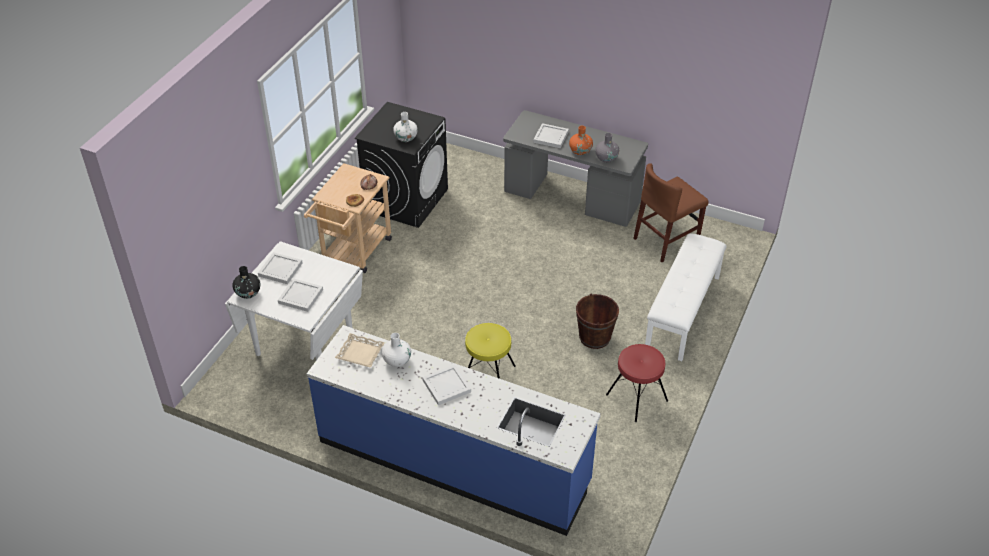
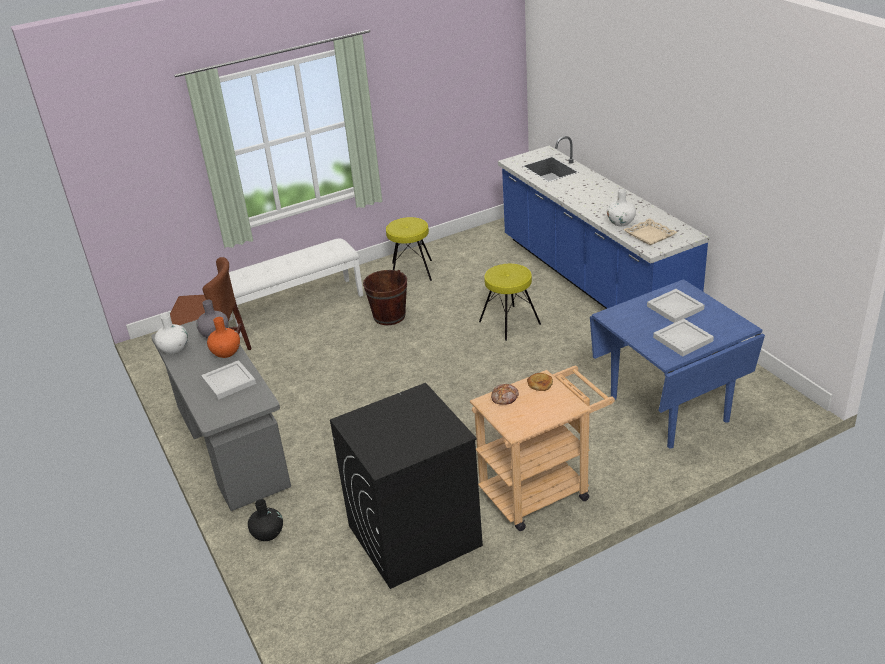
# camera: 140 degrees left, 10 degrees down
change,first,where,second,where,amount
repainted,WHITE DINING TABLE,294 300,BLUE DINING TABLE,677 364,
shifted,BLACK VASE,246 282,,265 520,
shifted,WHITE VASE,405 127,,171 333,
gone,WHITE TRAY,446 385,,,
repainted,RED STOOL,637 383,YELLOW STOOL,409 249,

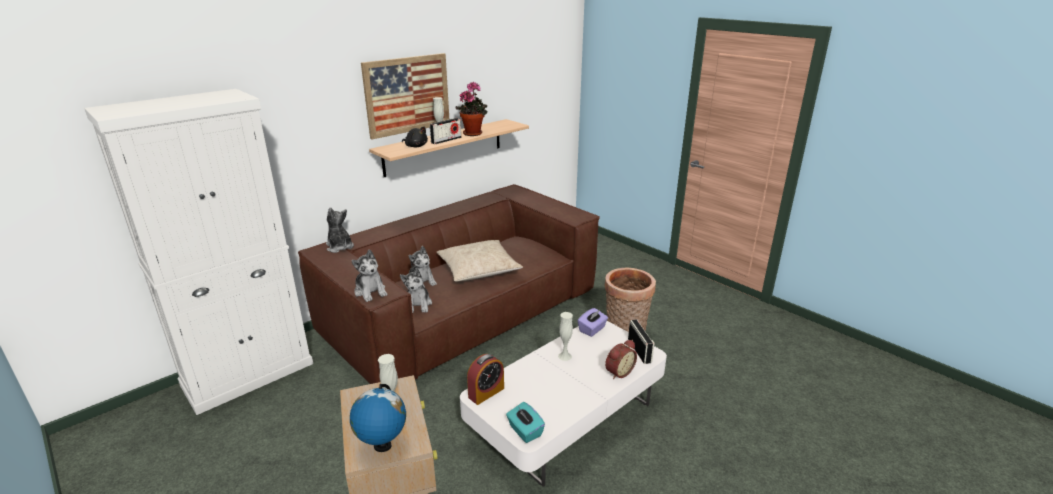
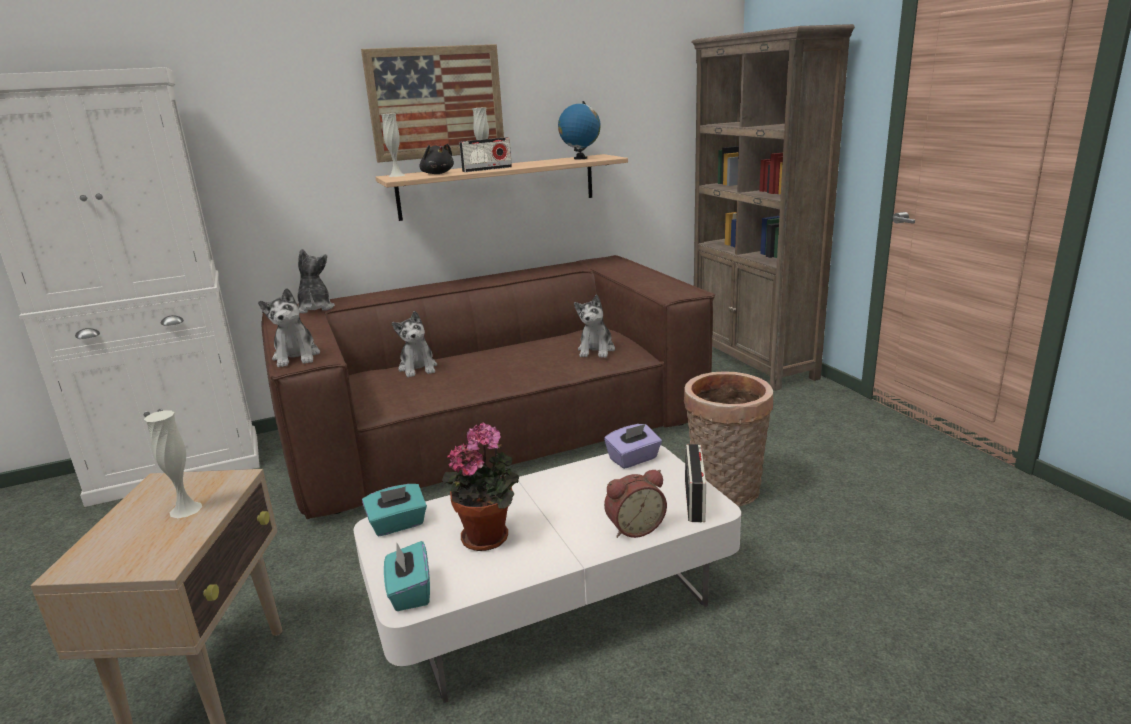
# camera: 20 degrees right, 5 degrees down
change,first,where,second,where,amount
shifted,GLOBE,378 418,,579 130,
shifted,PLUSH TOY,416 290,,594 326,
gone,BEIGE PILLOW,479 261,,,
shifted,POTTED PLANT,471 109,,480 486,
swapped,ALARM CLOCK,485 379,TURQUOISE TISSUE BOX,394 510,
shifted,WHITE VASE,565 336,,393 145,
new,,,BROWN BOOKCASE,773 207,

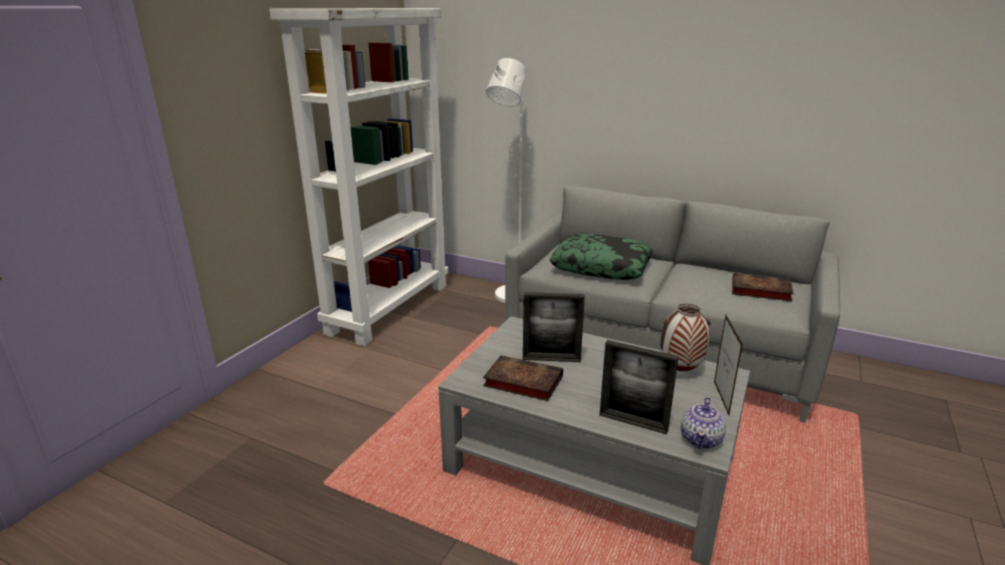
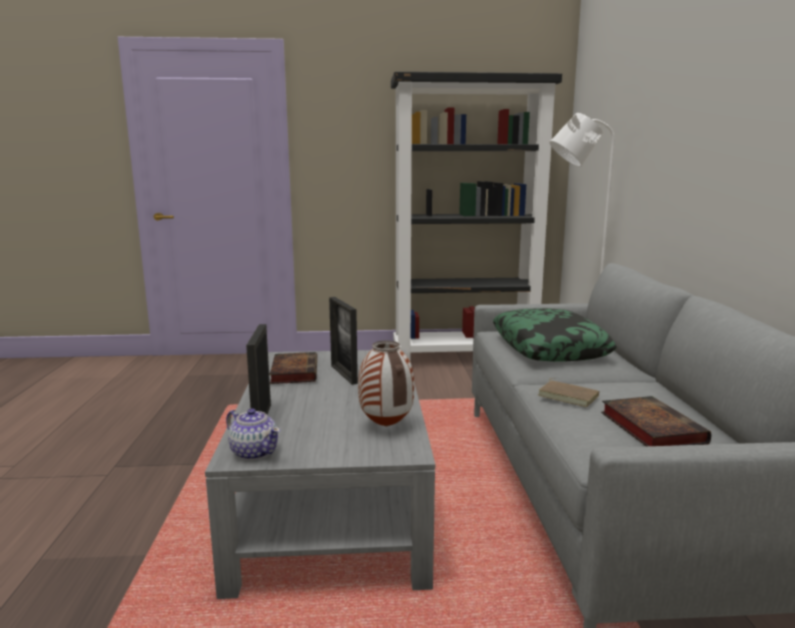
# camera: 60 degrees right, 10 degrees down
change,first,where,second,where,amount
repainted,WHITE BOOKCASE,358 177,BLACK BOOKCASE,476 216,
rotated,TEAPOT,703 423,,253 434,135 degrees counterclockwise
gone,PICTURE FRAME,728 365,,,
new,,,BROWN BOOK,568 392,

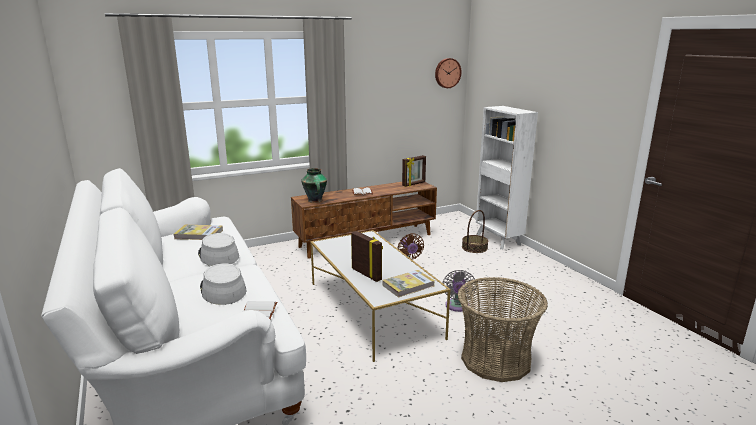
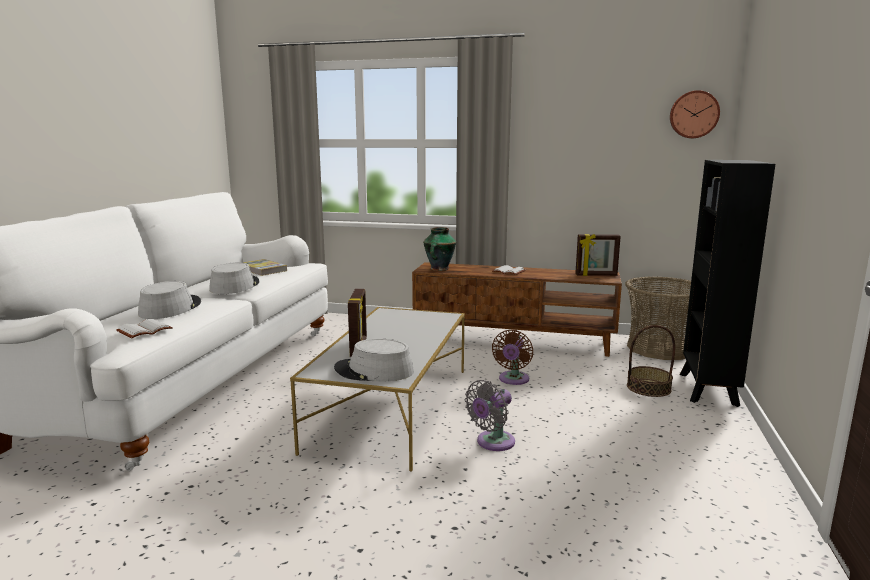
# camera: 40 degrees right, 5 degrees down
change,first,where,second,where,amount
swapped,BOOK,409 284,GREY HAT,374 360,
shifted,BASKET,502 329,,658 318,
repainted,WHITE BOOKCASE,507 177,BLACK BOOKCASE,727 283,

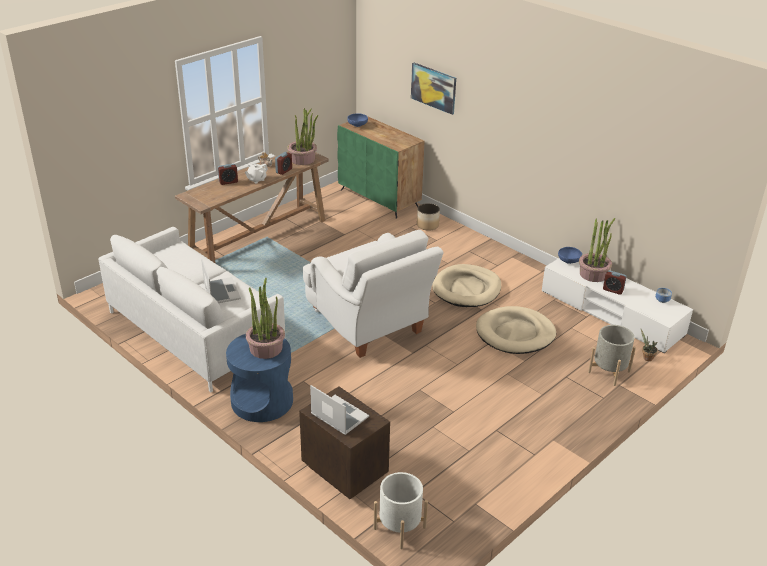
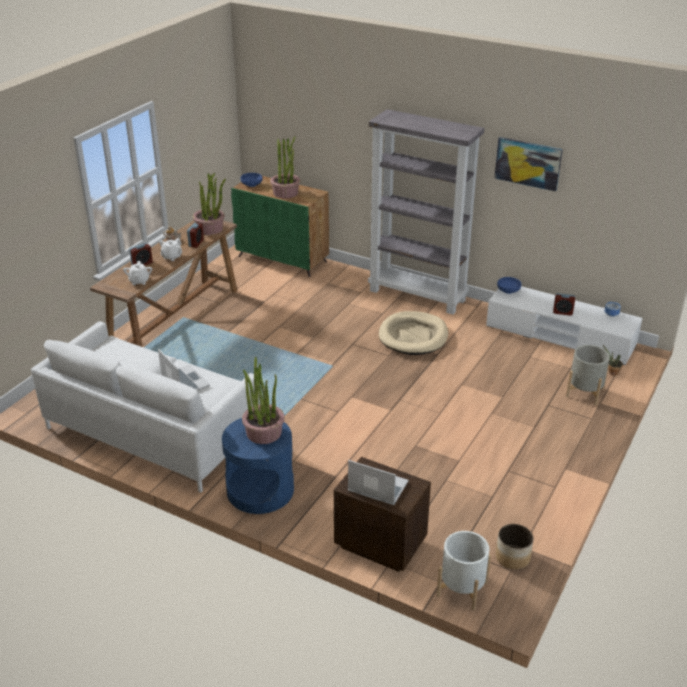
# camera: 15 degrees left, 0 degrees up
change,first,where,second,where,amount
gone,WHITE ARMCHAIR,373 294,,,
shifted,PICTURE,433 89,,528 164,
shifted,PLANTER,428 217,,514 547,
gone,BEIGE DOG BED,516 330,,,
shifted,POTTED PLANT,597 250,,285 167,
new,,,WHITE TEAPOT,137 273,
new,,,GREY BOOKCASE,426 212,

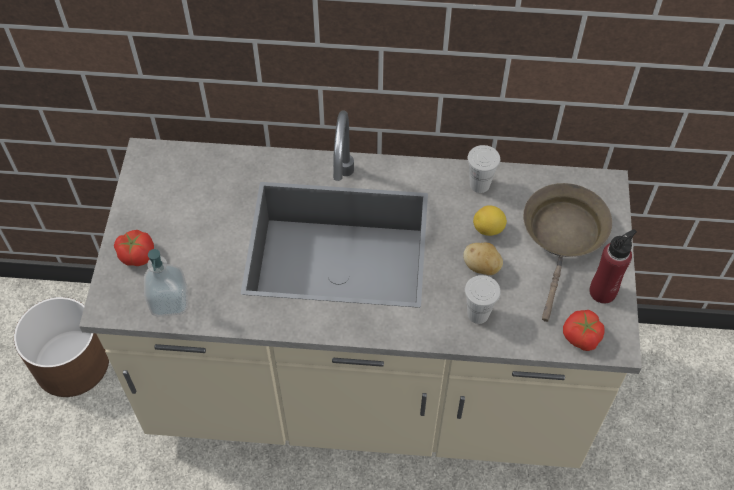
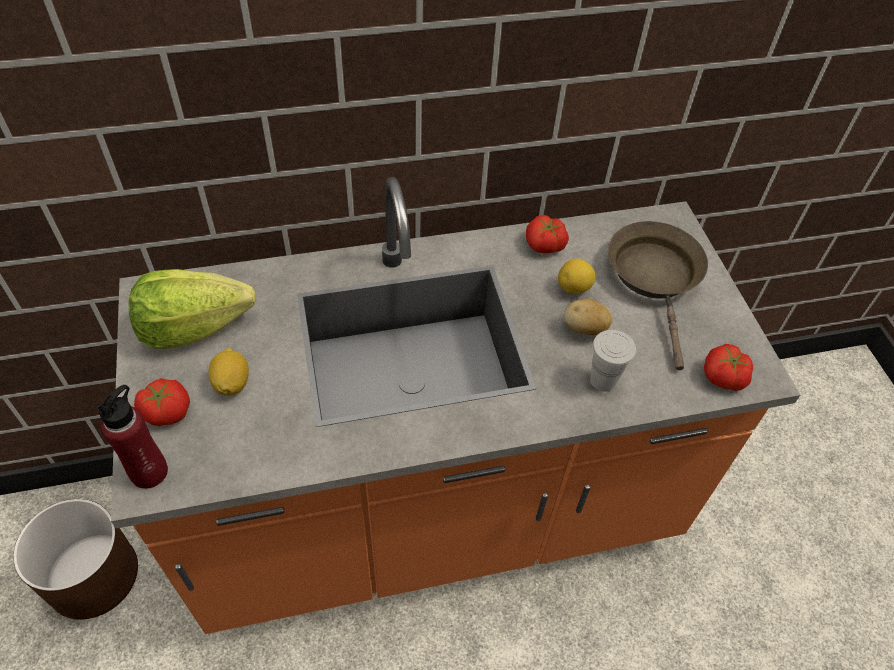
# camera: 20 degrees left, 5 degrees down
change,first,where,second,where,amount
repainted,BEIGE COUNTER,360 289,ORANGE COUNTER,455 405,
gone,SOAP DISPENSER,166 283,,,
swapped,WHITE CUP,484 169,TOMATO,547 234,
shifted,RED BOTTLE,613 266,,132 437,
new,,,LETTUCE,192 309,
new,,,LEMON,228 372,

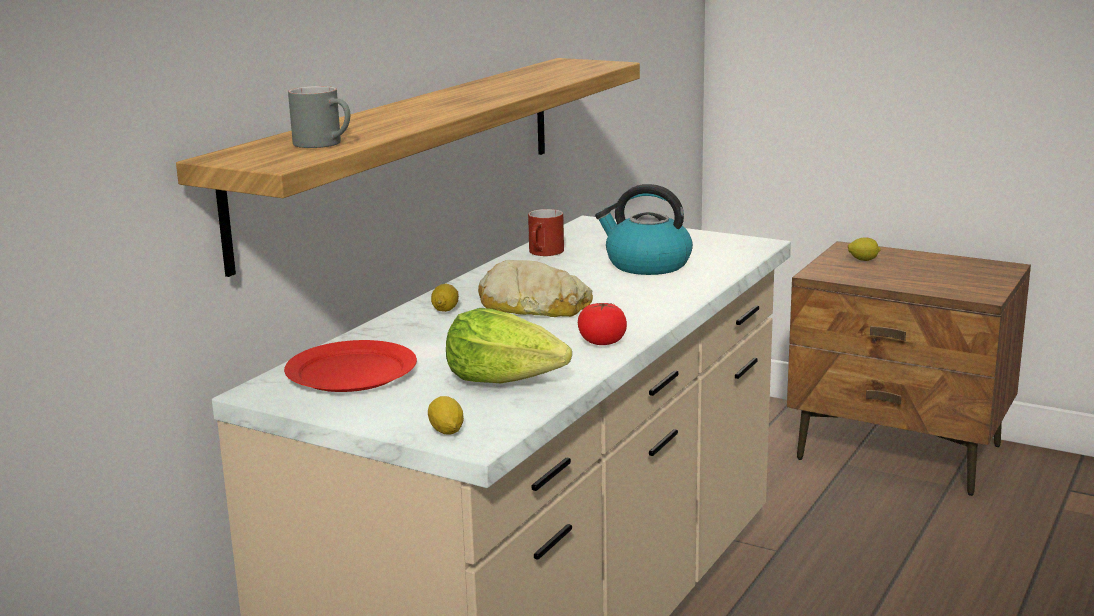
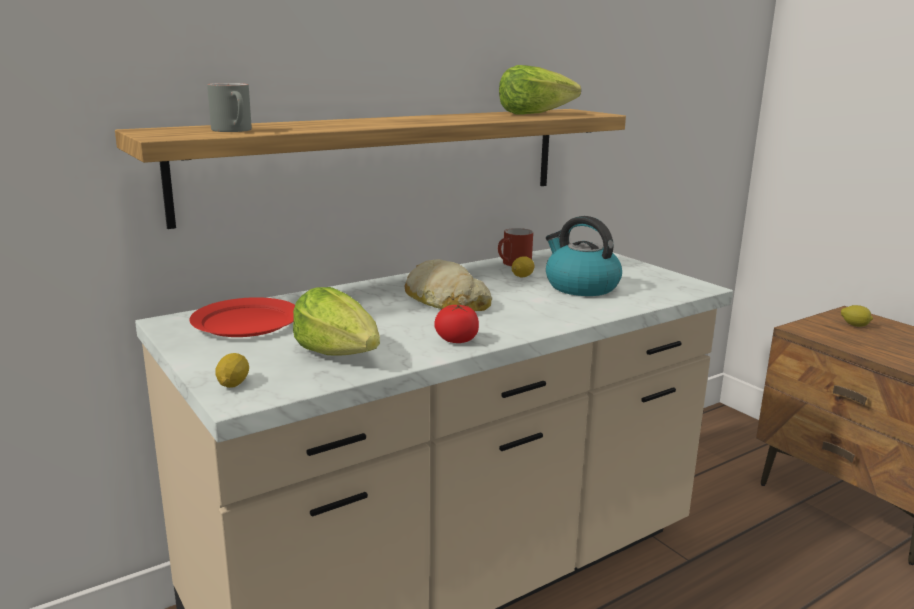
# camera: 25 degrees right, 0 degrees up
change,first,where,second,where,amount
shifted,LEMON,445 298,,523 267,
new,,,LETTUCE,540 90,

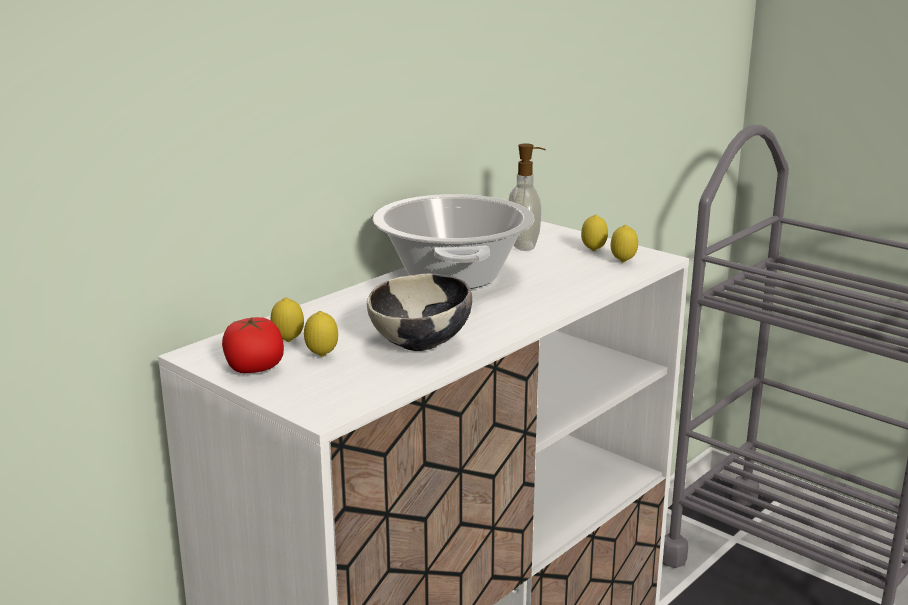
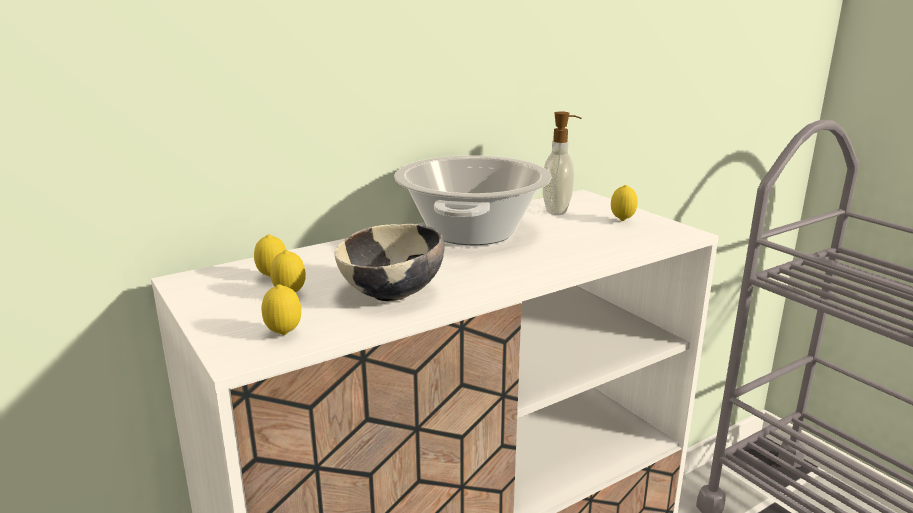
# camera: 15 degrees right, 0 degrees up
change,first,where,second,where,amount
gone,TOMATO,253 345,,,
shifted,LEMON,624 244,,281 309,

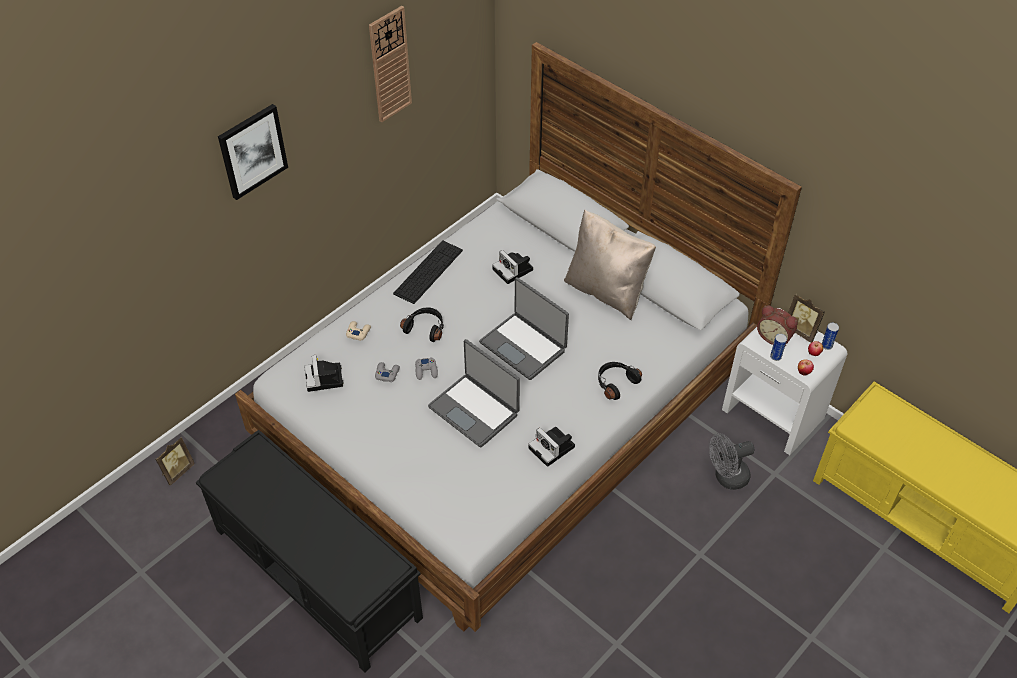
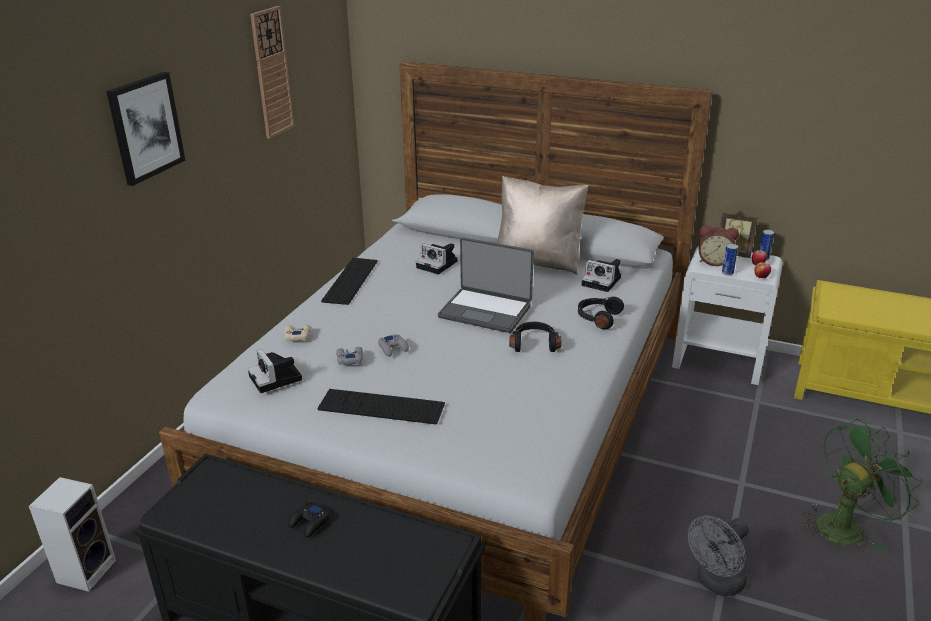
# camera: 20 degrees left, 20 degrees down
change,first,where,second,where,amount
swapped,PICTURE FRAME,175 461,SPEAKER,72 534,
shifted,BLACK HEADPHONES,422 324,,535 337,
gone,LAPTOP,474 393,,,
shifted,PHOTO CAMERA,551 447,,601 275,
shifted,GREY FAN,732 461,,718 555,
new,,,BLACK GAME CONTROLLER,309 519,
new,,,KEYBOARD,381 407,
new,,,GREEN FAN,862 484,

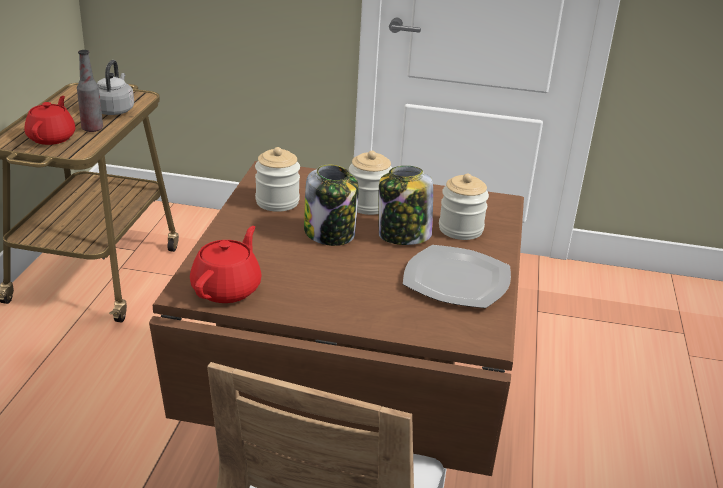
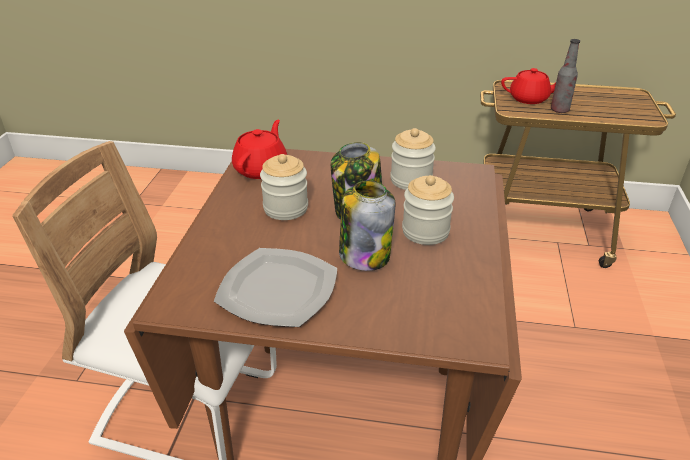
# camera: 90 degrees right, 5 degrees up
change,first,where,second,where,amount
gone,GREY KETTLE,115 87,,,
rotated,RED TEAPOT,226 264,,259 149,90 degrees counterclockwise
shifted,JAR,464 207,,284 187,

